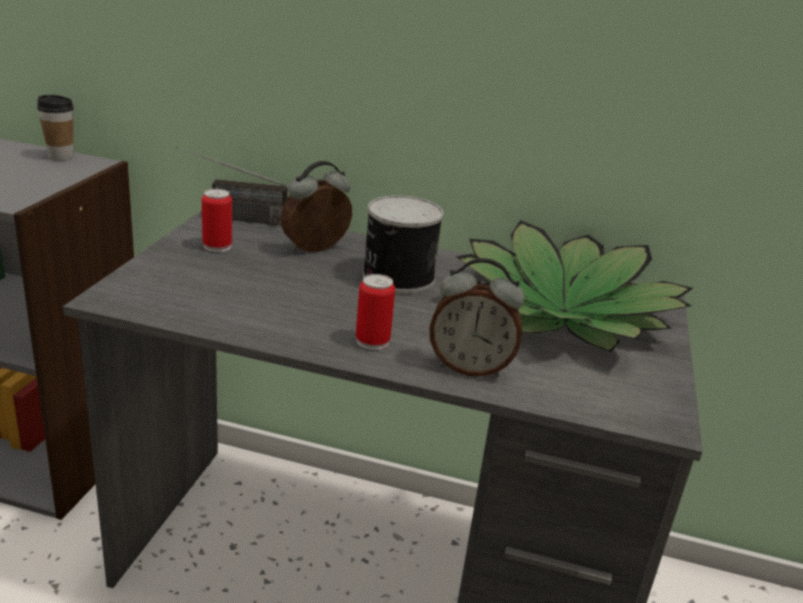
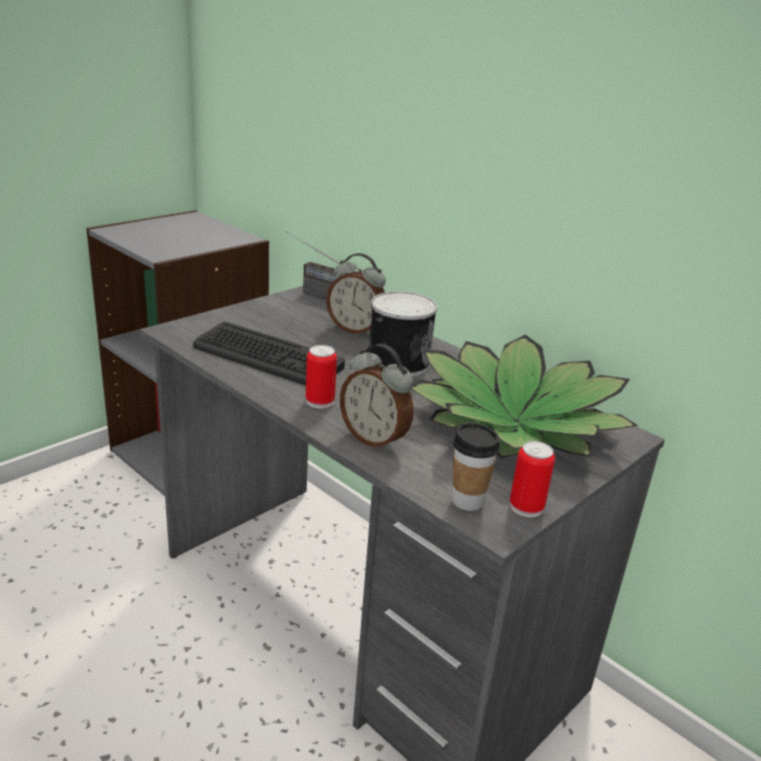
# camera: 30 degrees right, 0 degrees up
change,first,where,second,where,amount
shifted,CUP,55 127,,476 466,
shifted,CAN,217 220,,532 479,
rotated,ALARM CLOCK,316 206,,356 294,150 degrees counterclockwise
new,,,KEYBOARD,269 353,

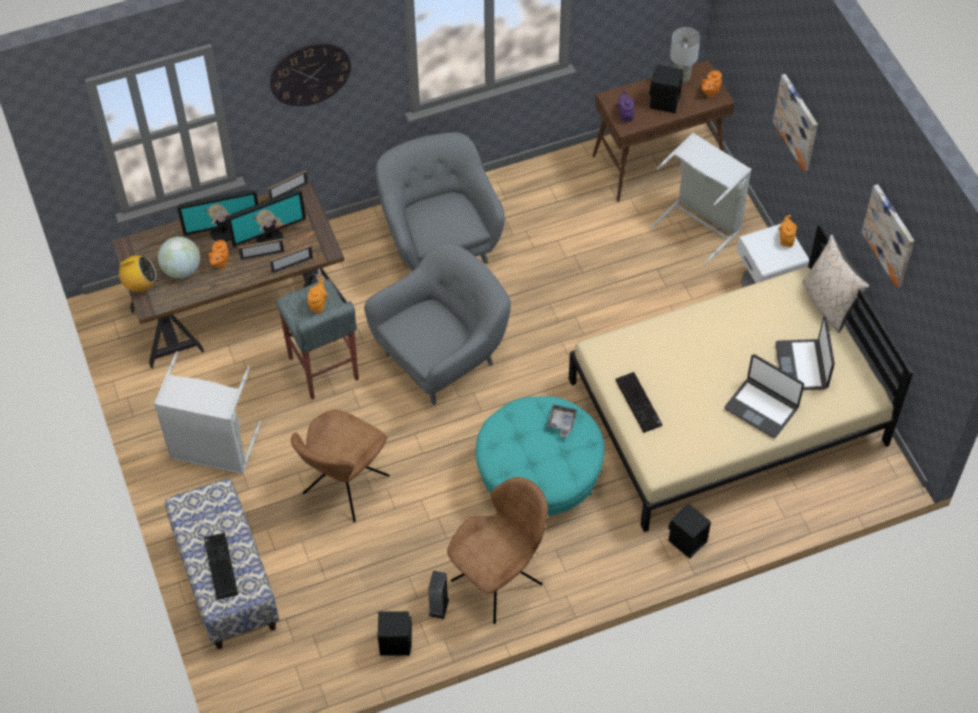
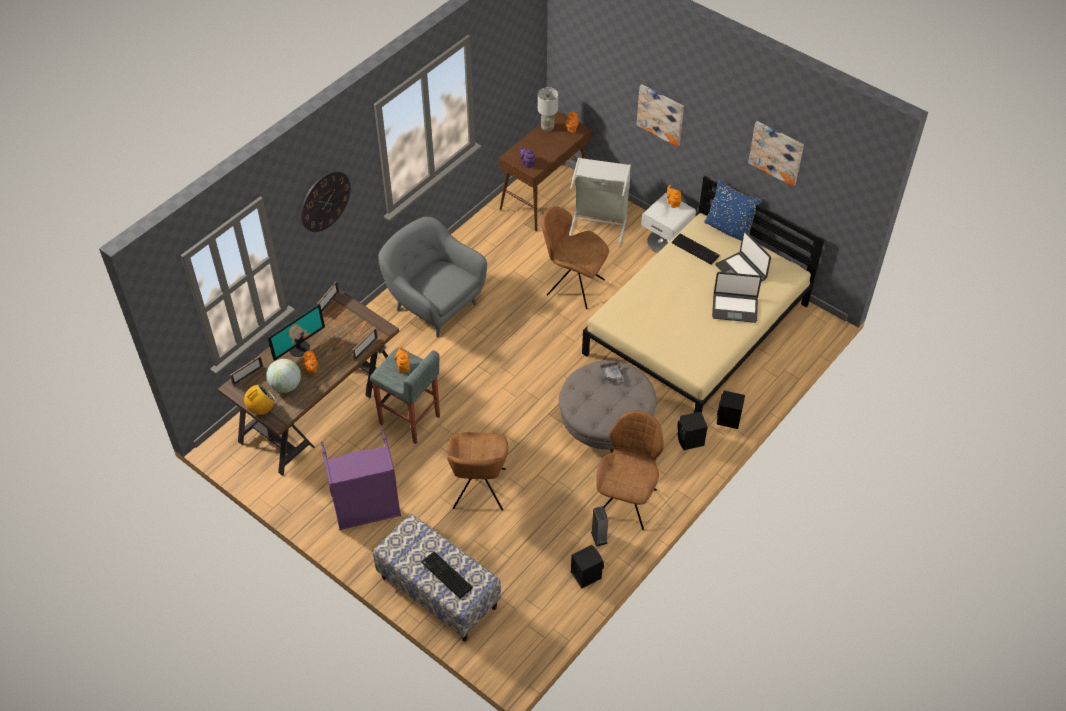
# camera: 30 degrees left, 5 degrees down
change,first,where,second,where,amount
repainted,GREY LAUNDRY BASKET,207 412,PURPLE LAUNDRY BASKET,361 479,
gone,MONITOR,266 218,,,
shifted,PICTURE FRAME,261 250,,246 371,
gone,GREY ARMCHAIR,437 324,,,
repainted,TURQUOISE OTTOMAN,539 456,GREY OTTOMAN,608 406,
shifted,KEYBOARD,639 402,,695 249,
shifted,BLACK SPEAKER,666 89,,692 431,
repainted,BEIGE PILLOW,835 284,BLUE PILLOW,733 210,
new,,,BROWN CHAIR,575 257,

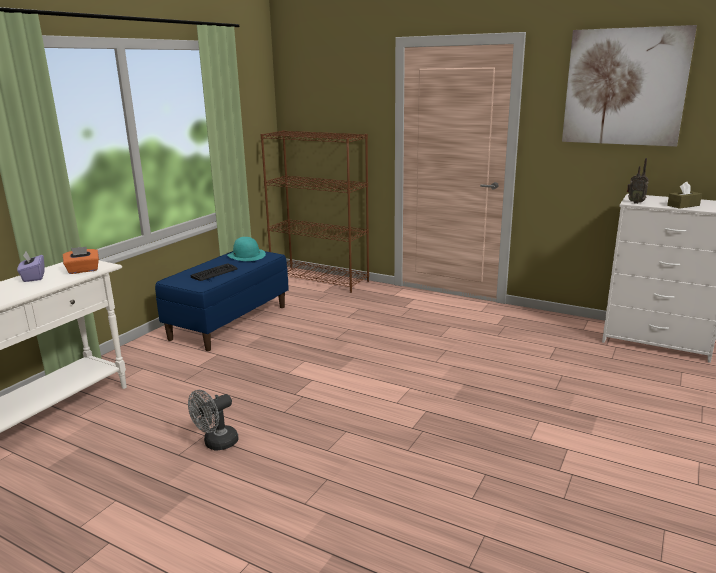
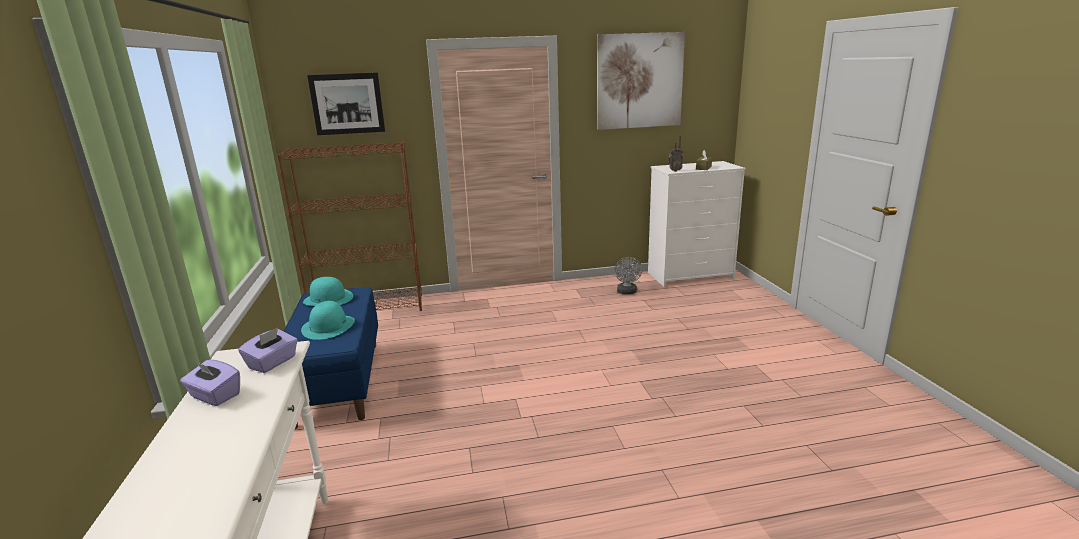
# camera: 40 degrees left, 0 degrees up
change,first,where,second,where,amount
repainted,ORANGE TISSUE BOX,81 260,PURPLE TISSUE BOX,268 350,
shifted,GREY FAN,213 420,,628 275,
swapped,KEYBOARD,214 272,TURQUOISE HAT,328 320,
new,,,PICTURE,346 103,

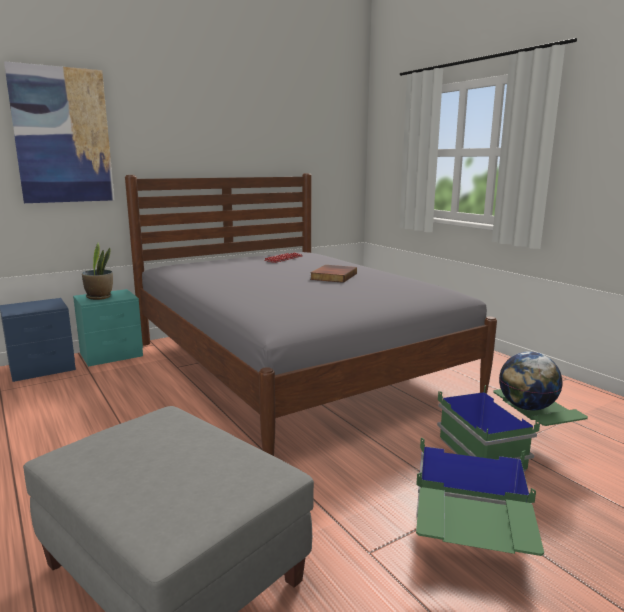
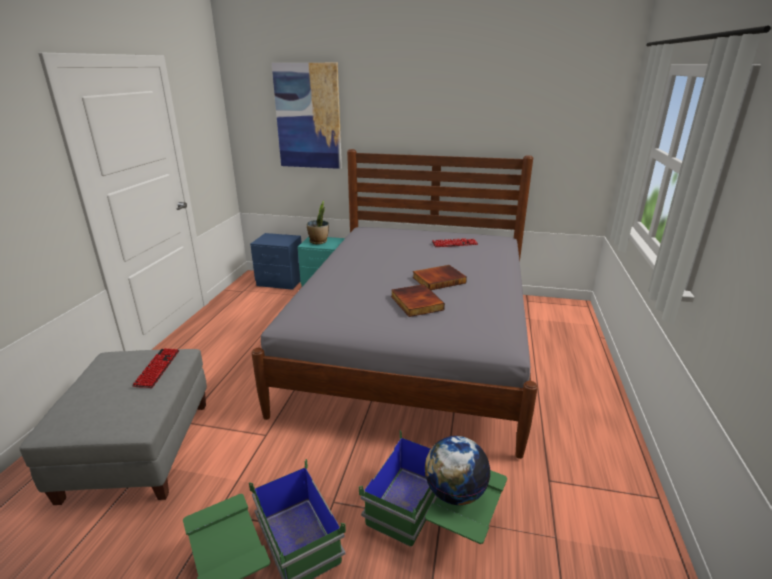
# camera: 45 degrees right, 10 degrees up
change,first,where,second,where,amount
new,,,KEYBOARD,155 368,
new,,,BOOK,418 300,

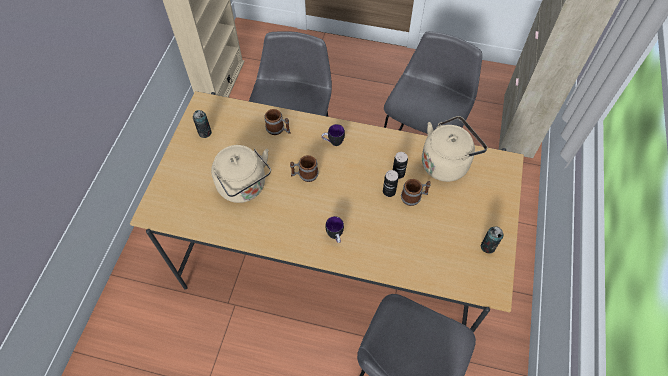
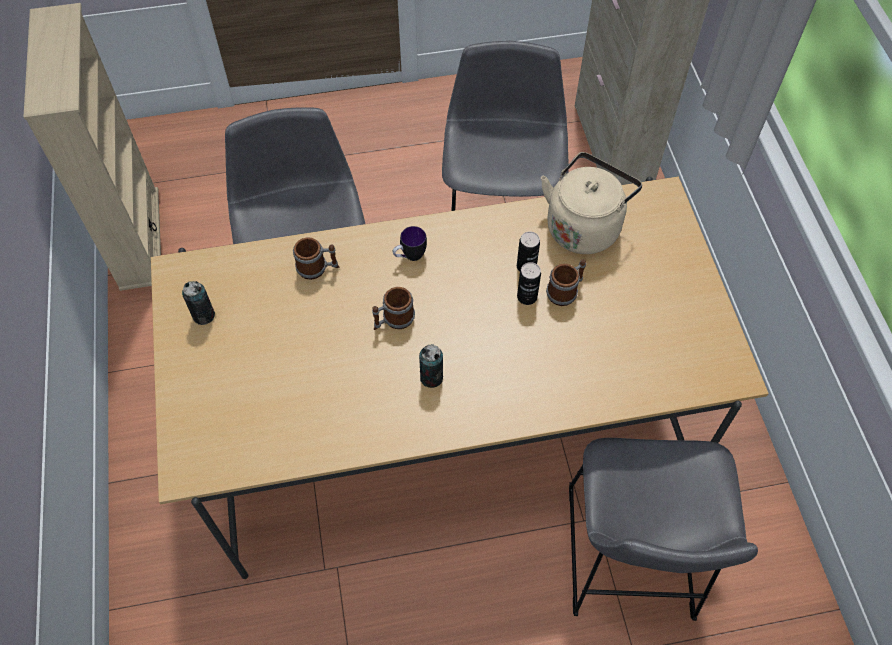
# camera: 25 degrees left, 0 degrees up
change,first,where,second,where,amount
gone,BEIGE KETTLE,241 174,,,
gone,MUG,334 229,,,
shifted,CAN,492 240,,431 366,

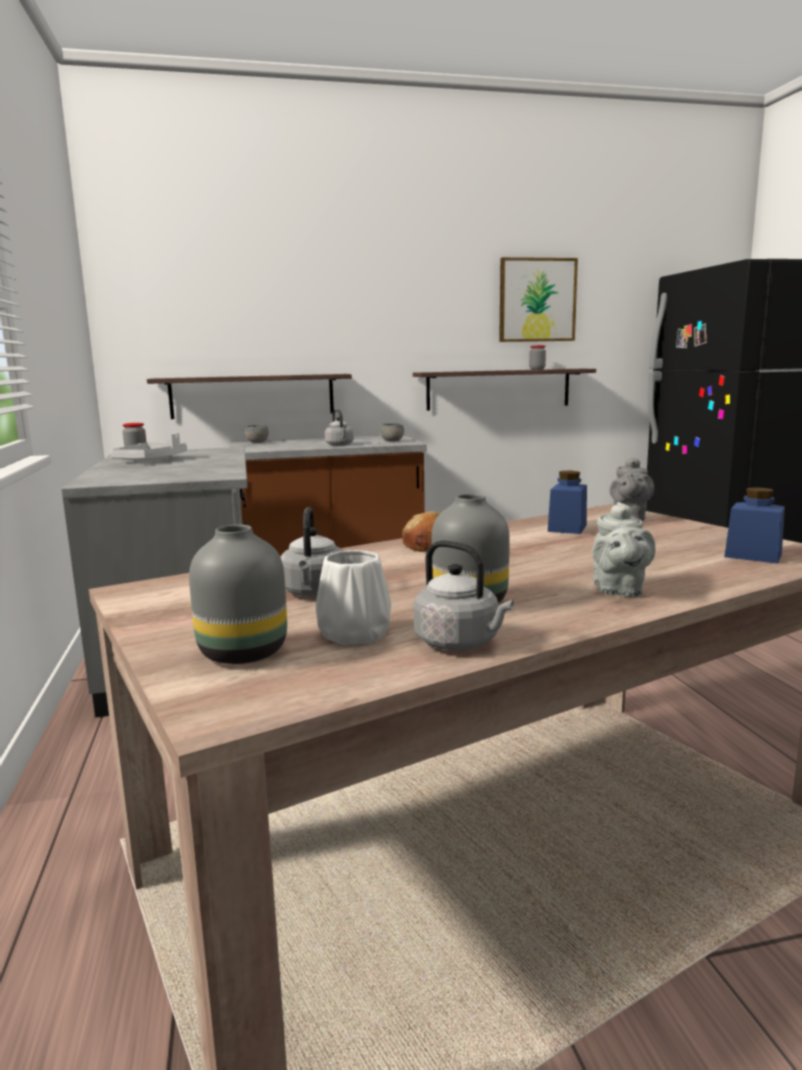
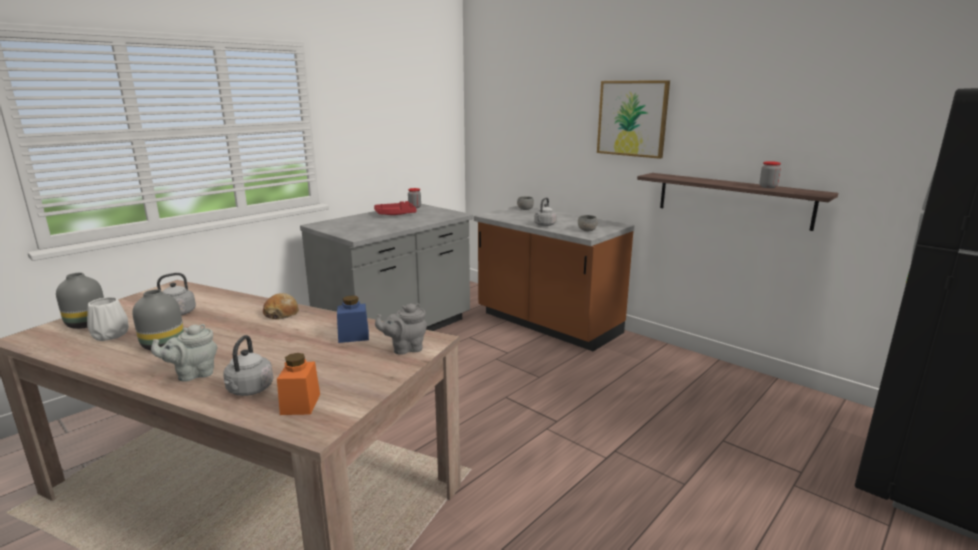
# camera: 55 degrees right, 5 degrees up
change,first,where,second,where,amount
repainted,GREY TRAY,148 447,RED TRAY,395 208,
gone,SHELF,249 396,,,
shifted,GREY KETTLE,463 595,,248 365,
shifted,PICTURE,538 299,,633 119,
repainted,BLUE JAR,754 525,ORANGE JAR,298 384,

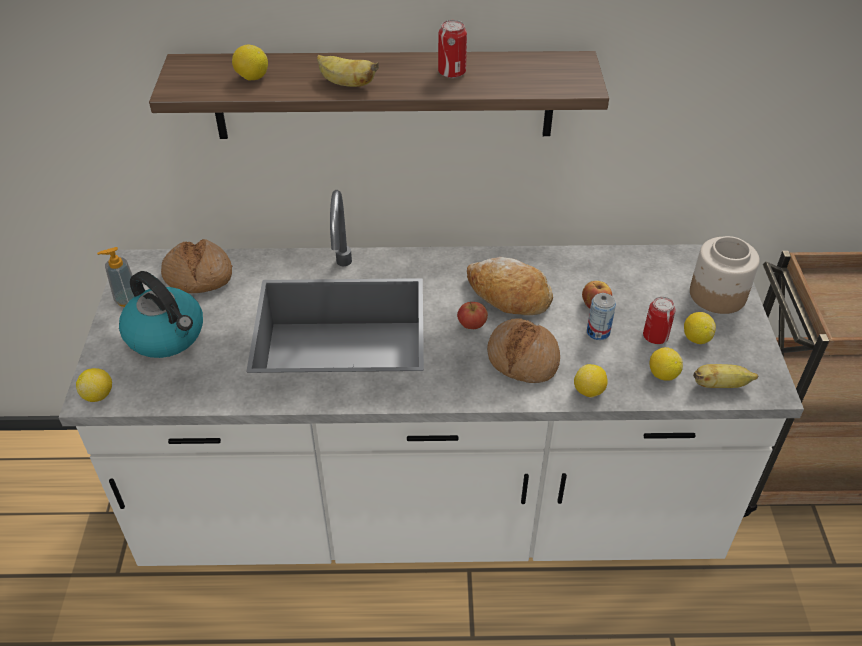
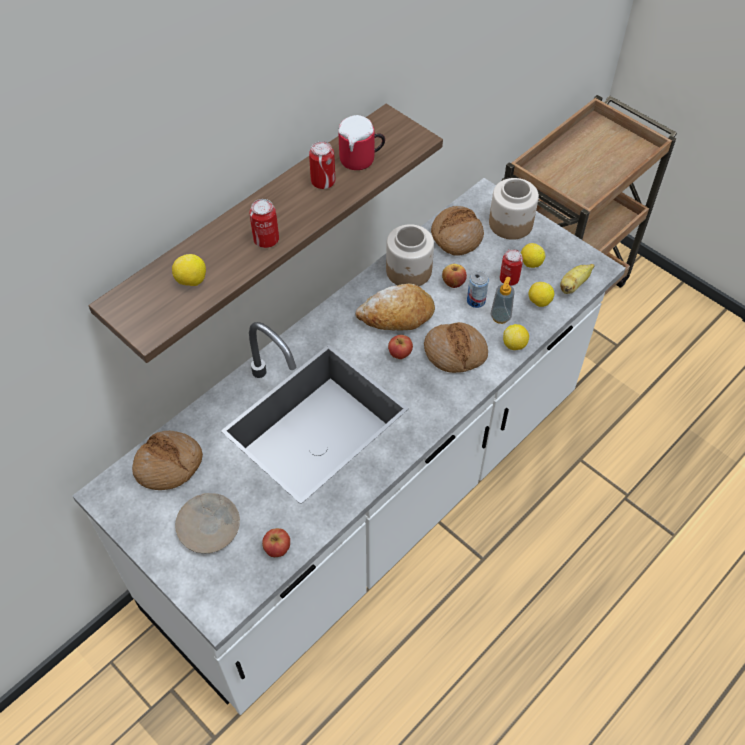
# camera: 45 degrees left, 10 degrees up
change,first,where,second,where,amount
gone,LEMON,94 385,,,
shifted,SOAP DISPENSER,115 277,,502 300,
swapped,KETTLE,161 314,BEIGE PLATE,207 523,
swapped,BANANA,348 71,CAN,264 223,
new,,,APPLE,276 542,
new,,,MUG,361 142,
new,,,JAR,410 255,
new,,,BREAD,457 231,

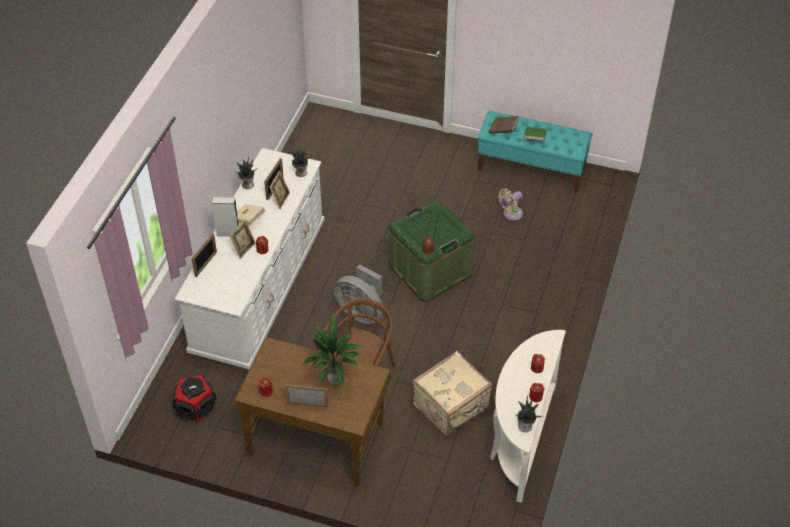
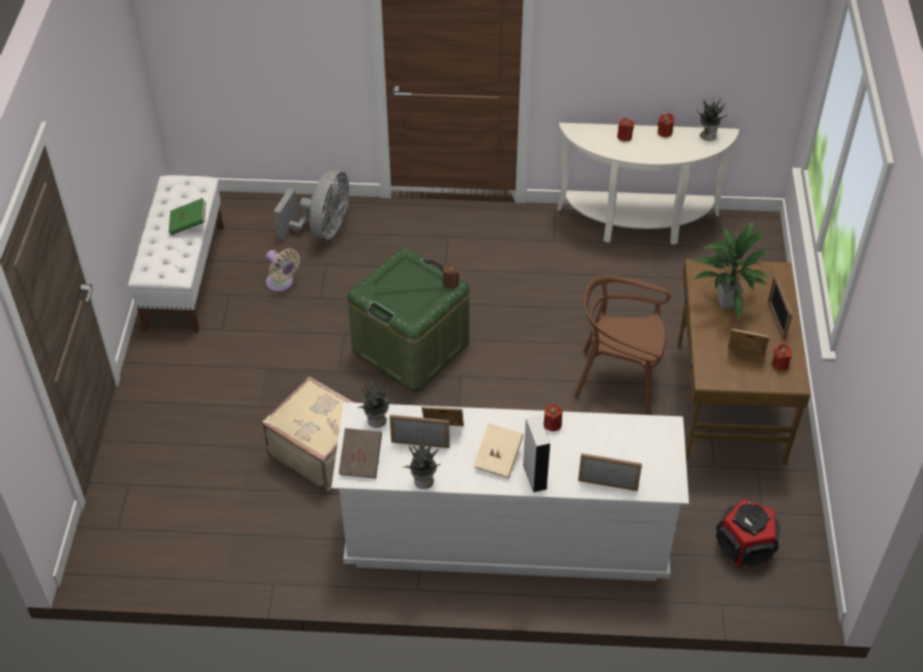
# camera: 105 degrees left, 0 degrees up
change,first,where,second,where,amount
shifted,PICTURE FRAME,242 239,,749 342,
shifted,GREY FAN,358 294,,311 204,
shifted,BEIGE SUITCASE,452 393,,308 433,
repainted,TURQUOISE BENCH,535 151,WHITE BENCH,176 254,
shifted,BROWN BOOK,504 125,,360 453,

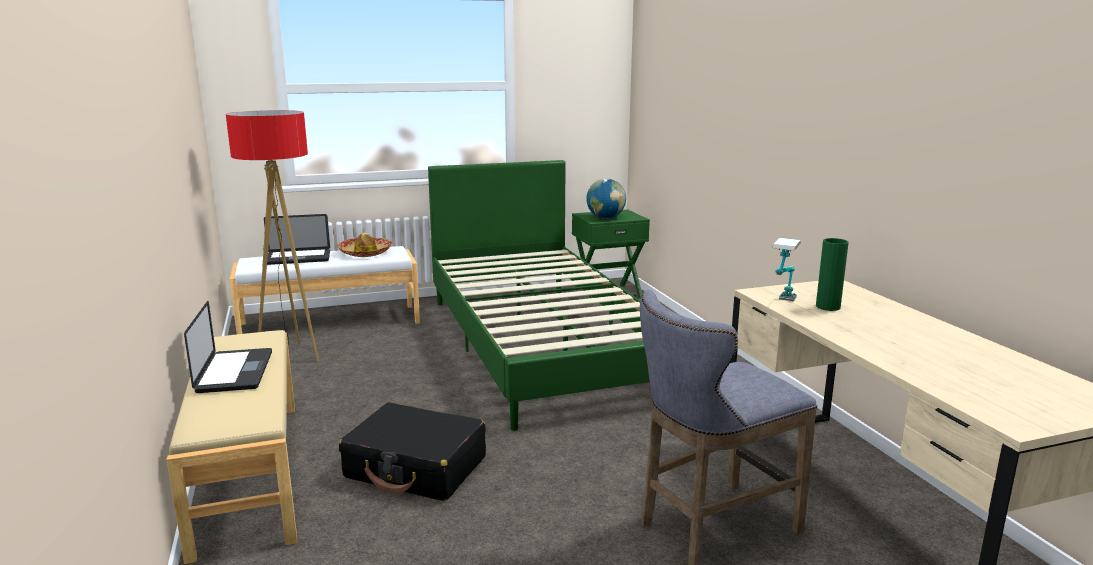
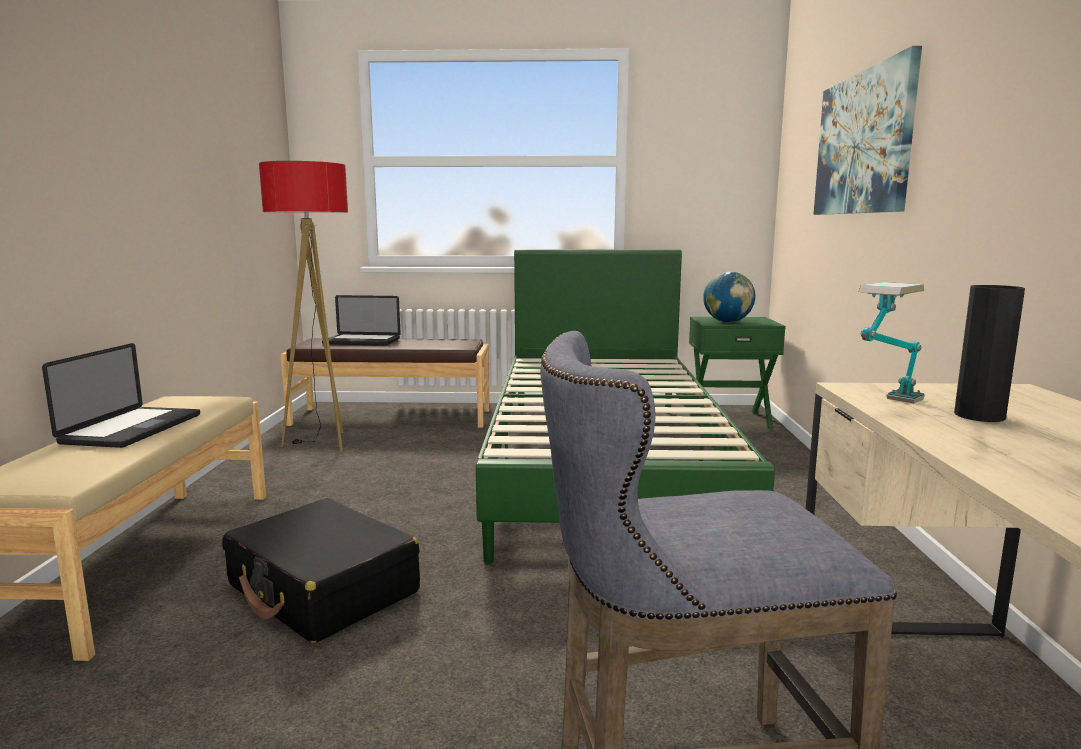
# camera: 20 degrees right, 5 degrees down
change,first,where,second,where,amount
repainted,WHITE BENCH,325 290,BROWN BENCH,385 383,
gone,HAT,365 245,,,
repainted,GREEN VASE,832 274,BLACK VASE,989 353,
new,,,PICTURE,867 130,

